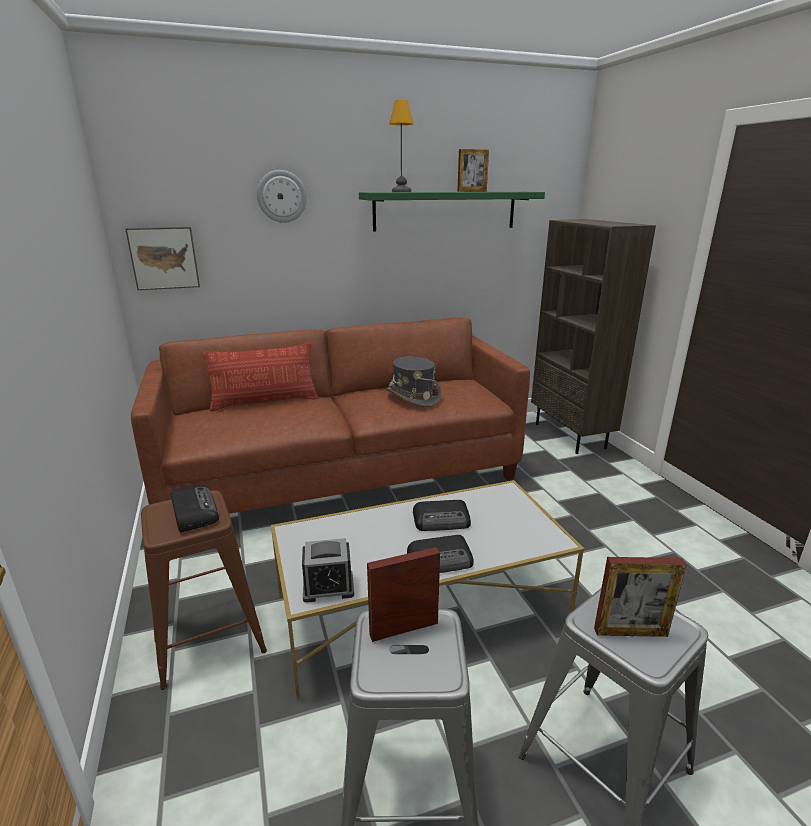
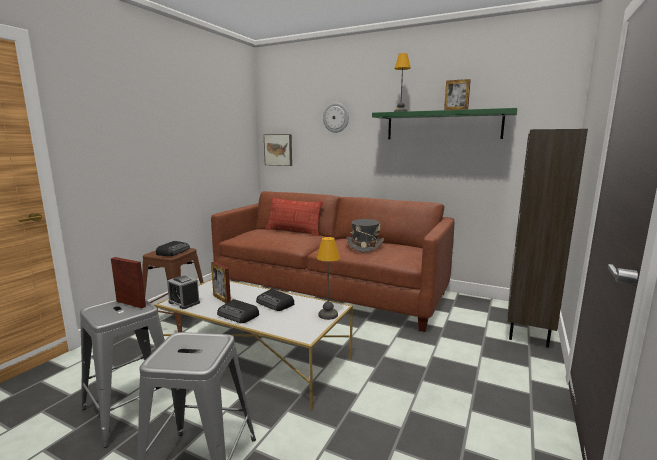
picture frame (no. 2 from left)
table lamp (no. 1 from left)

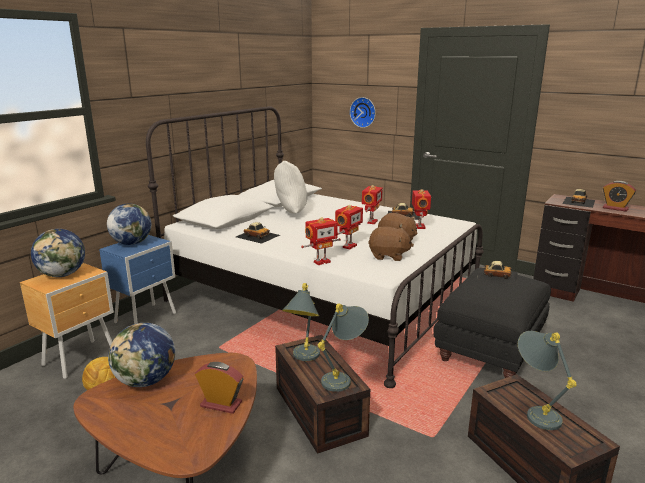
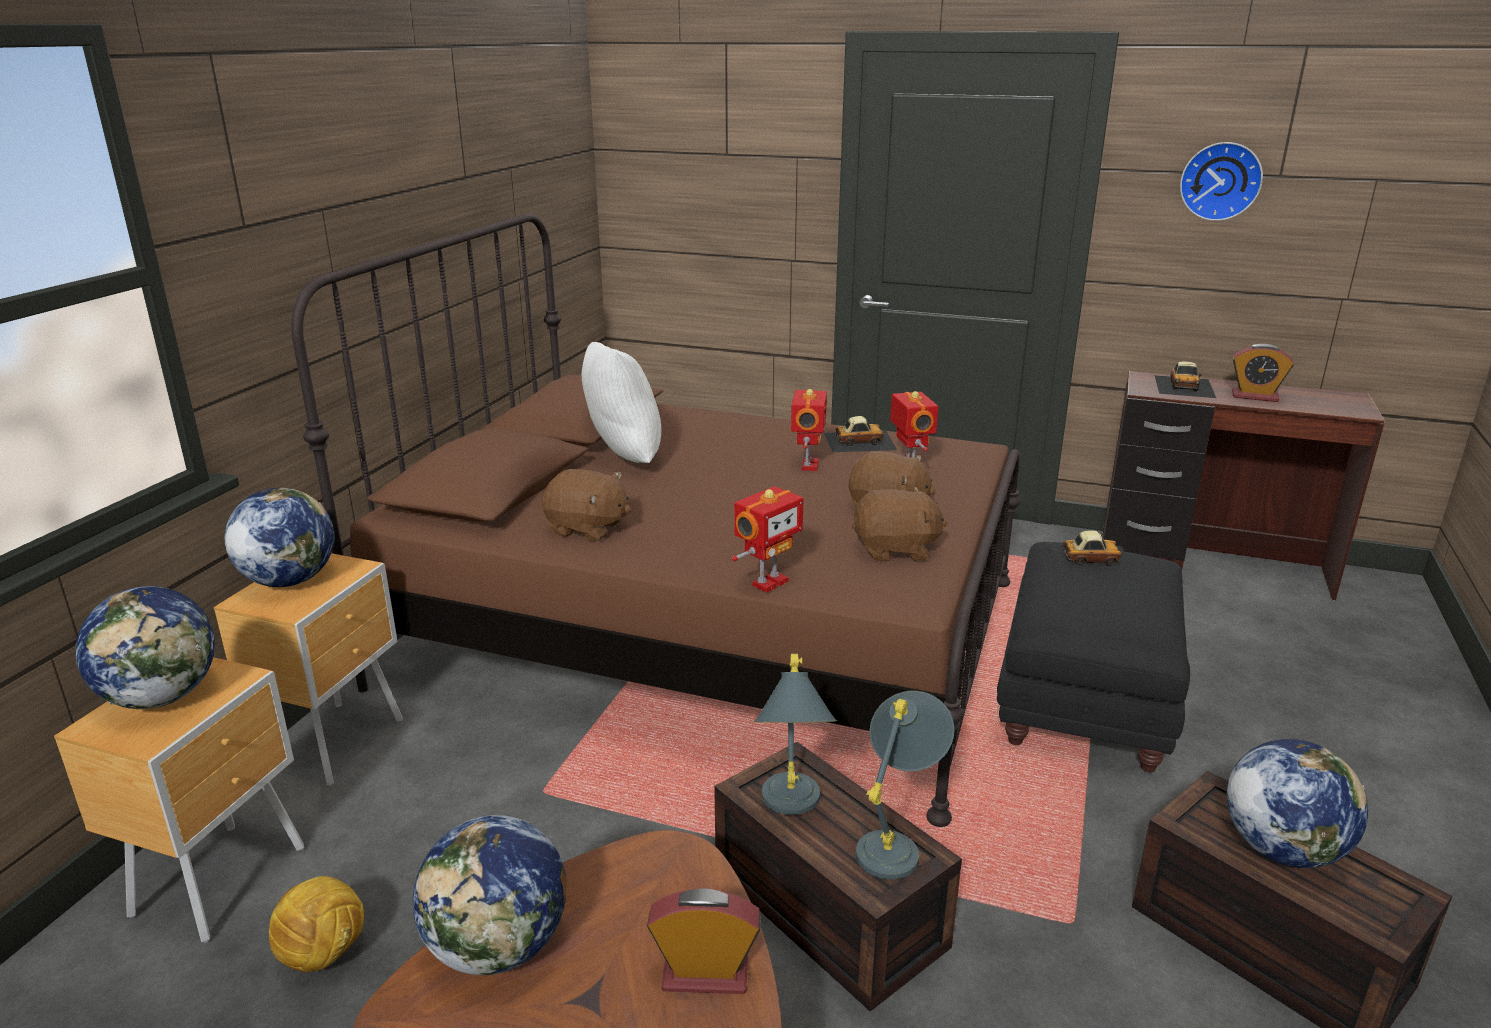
wall clock
brown bed
toy robot (no. 2 from left in the first image)
brown plush toy (no. 1 from left)
brown nightstand (no. 2 from left)
globe (no. 4 from left)

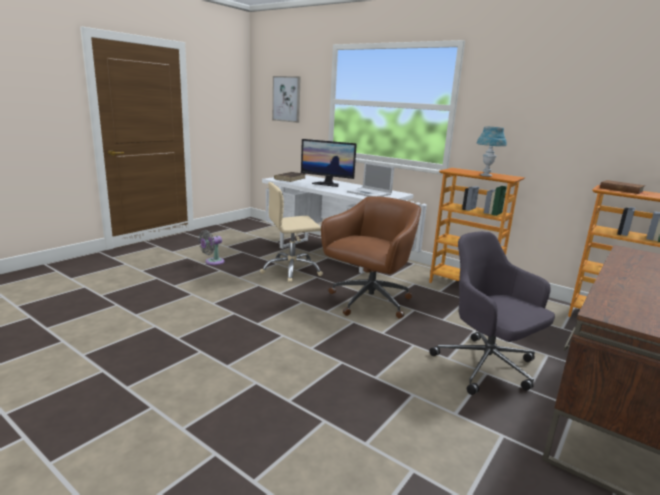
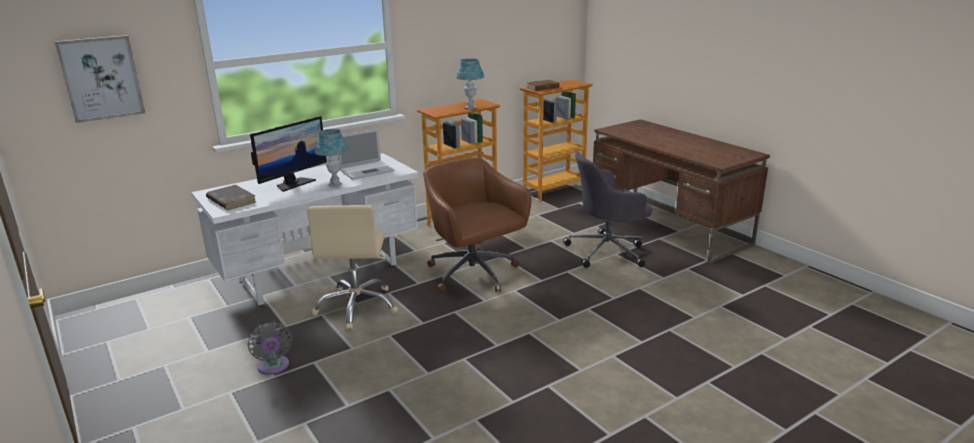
blue table lamp (no. 1 from left)

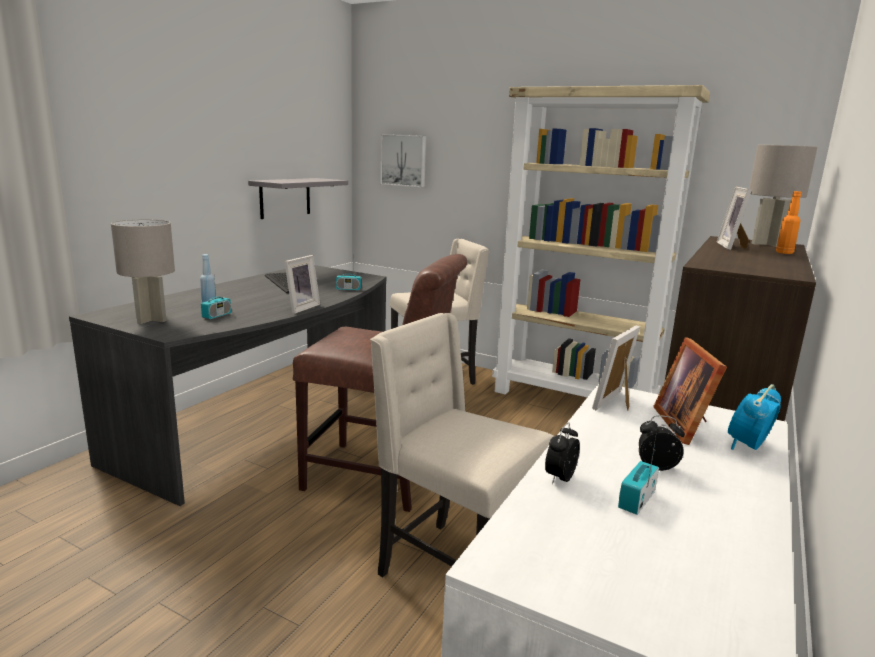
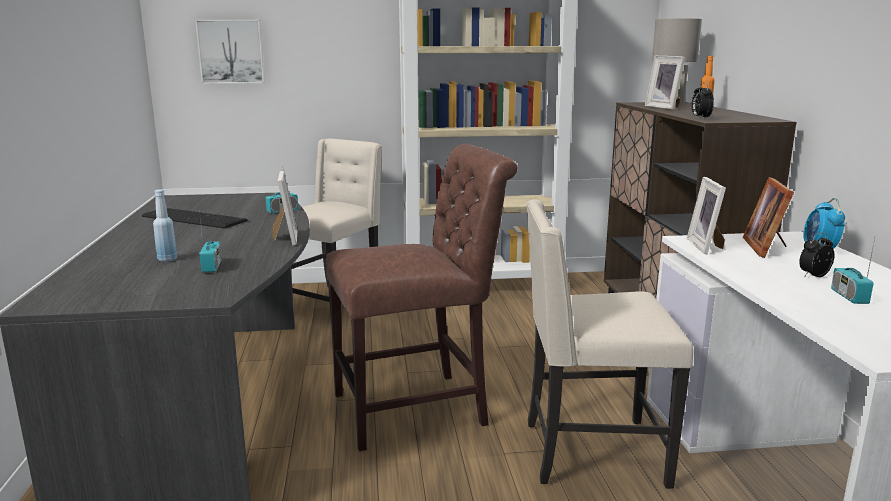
grey shelf
grey table lamp (no. 1 from left in the first image)
picture frame (no. 4 from left)
alarm clock (no. 1 from left)

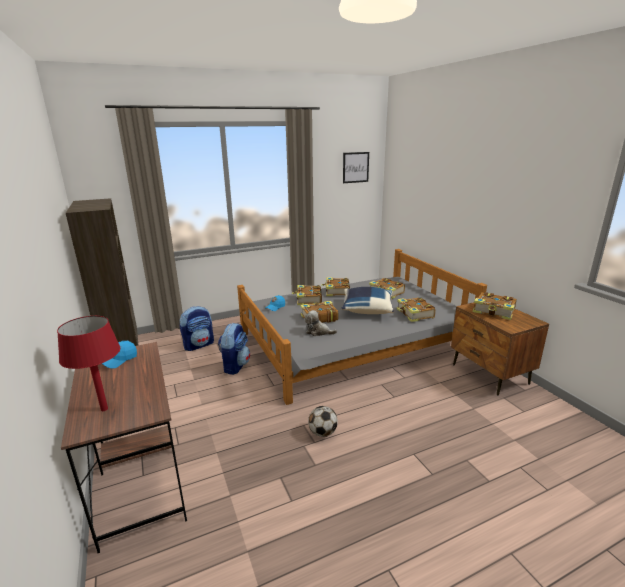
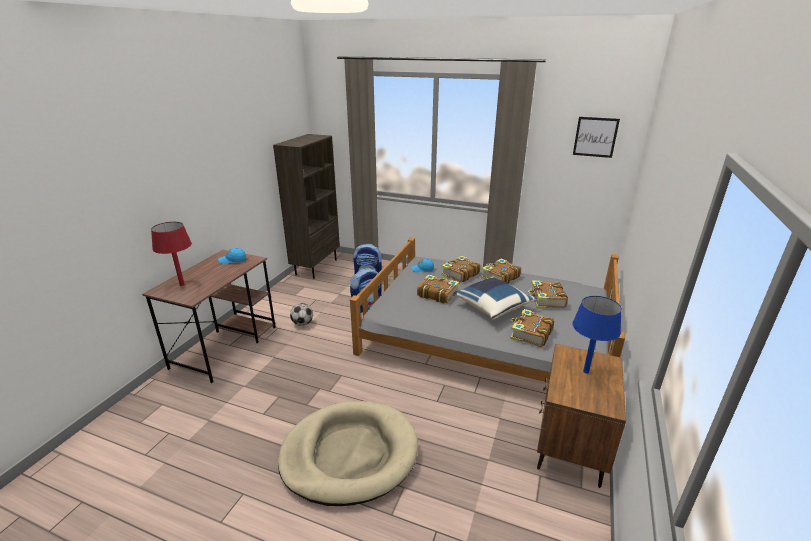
blue table lamp
plush toy
football
beige dog bed

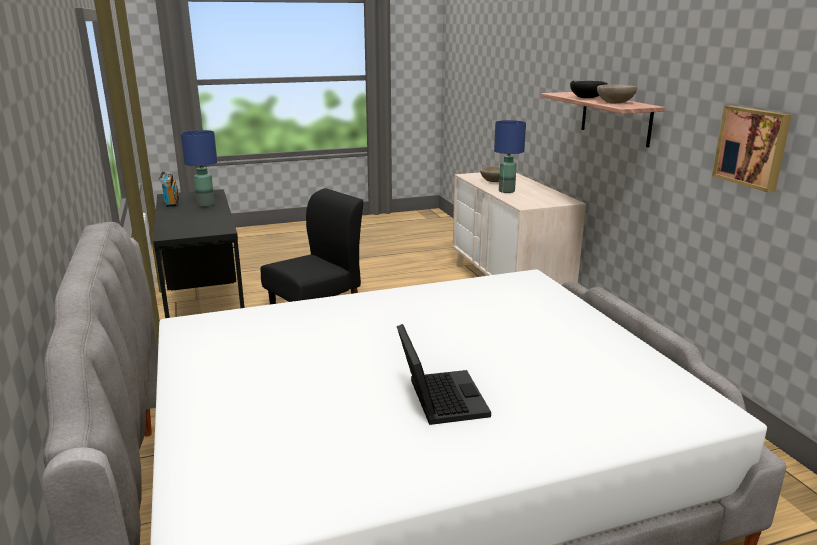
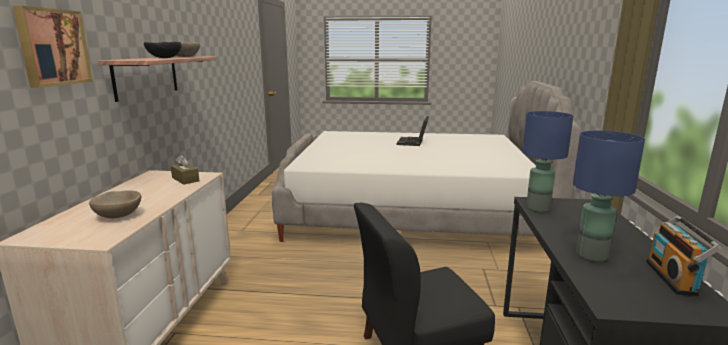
picture
blue table lamp (no. 1 from left)
brown tissue box

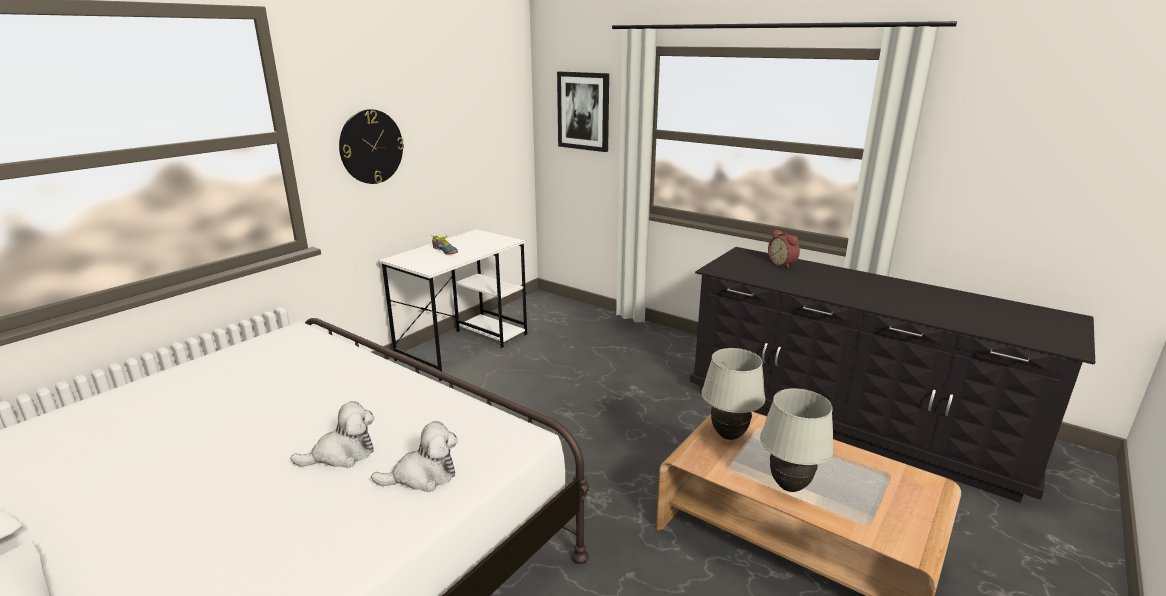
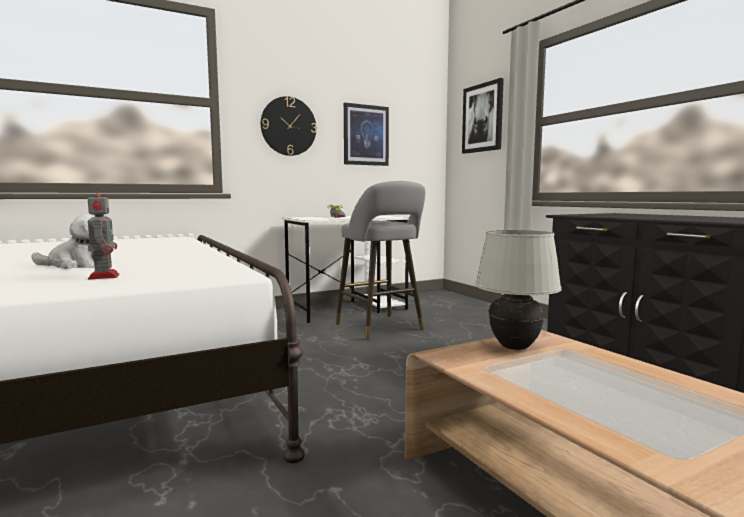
alarm clock
white table lamp (no. 2 from left in the first image)
toy robot
picture (no. 1 from left)
grey stool

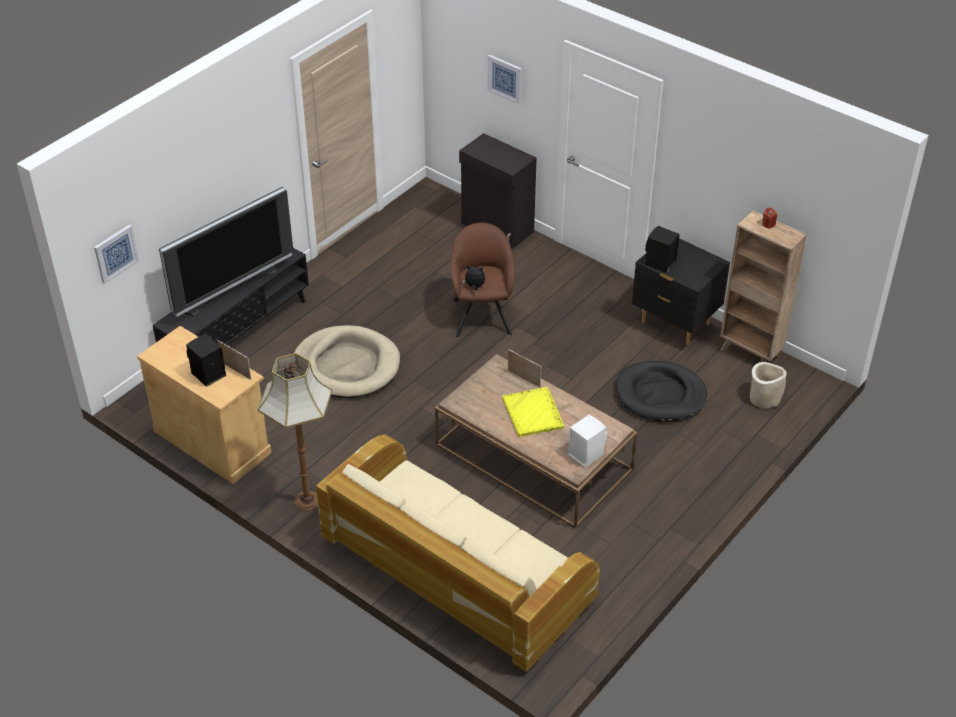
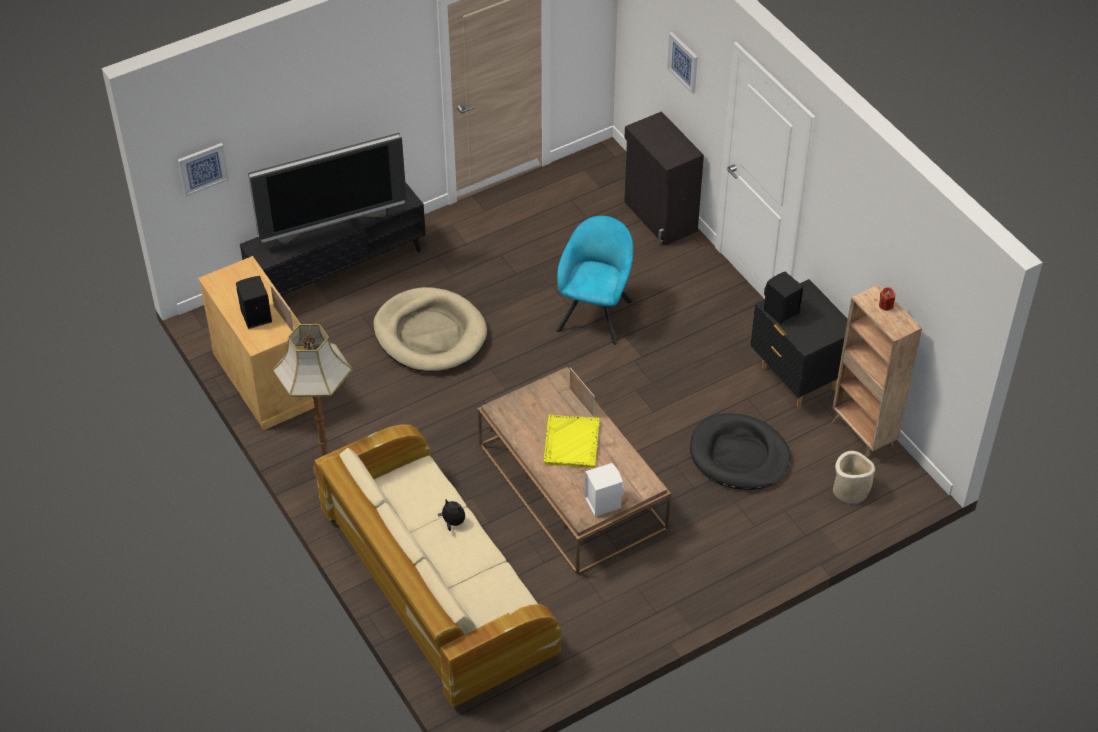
turquoise armchair
plush toy

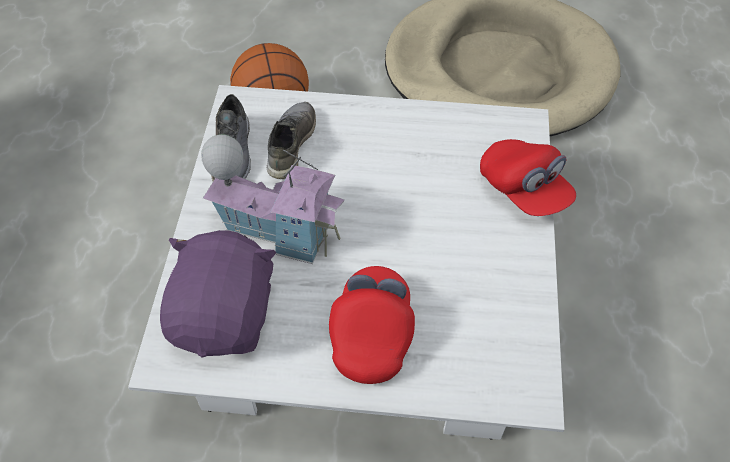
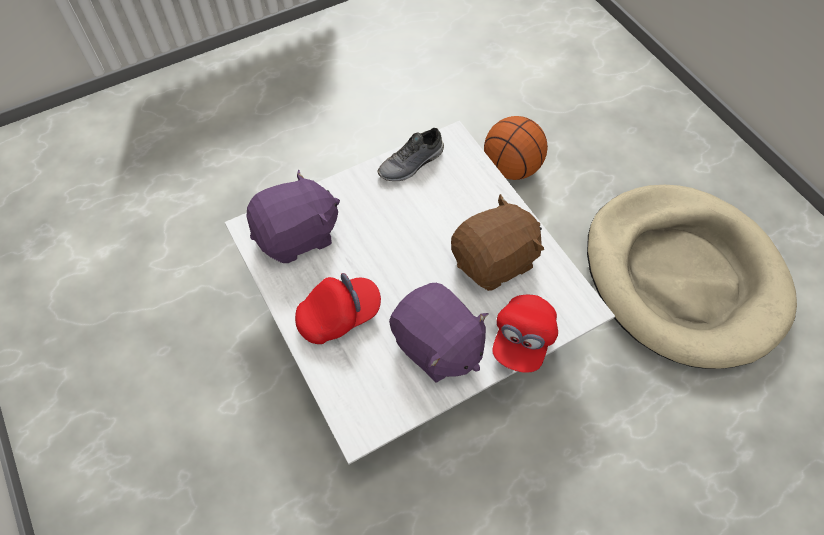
grey shoe (no. 2 from left in the first image)
toy house
brown plush toy
purple plush toy (no. 2 from left)

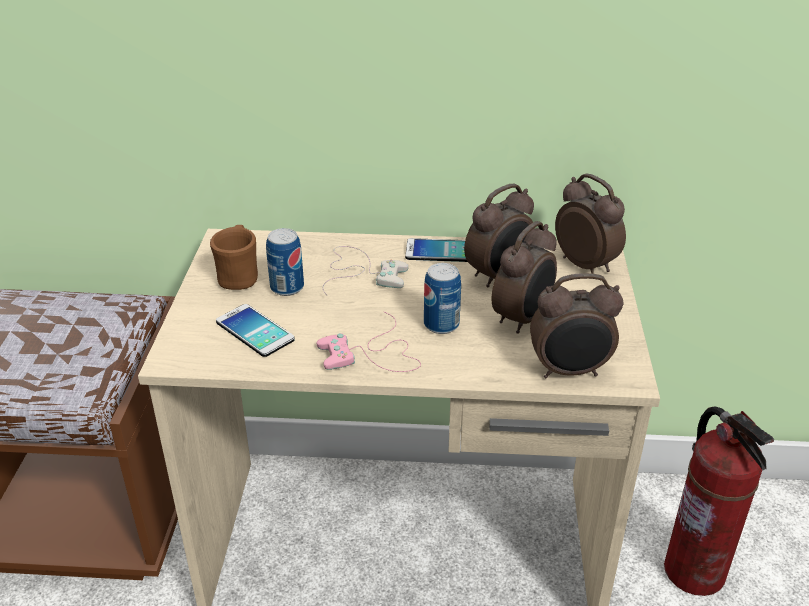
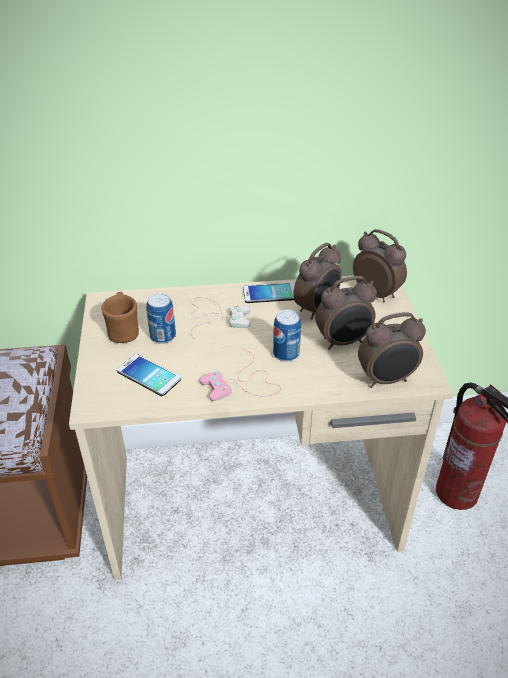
alarm clock (no. 2 from left)

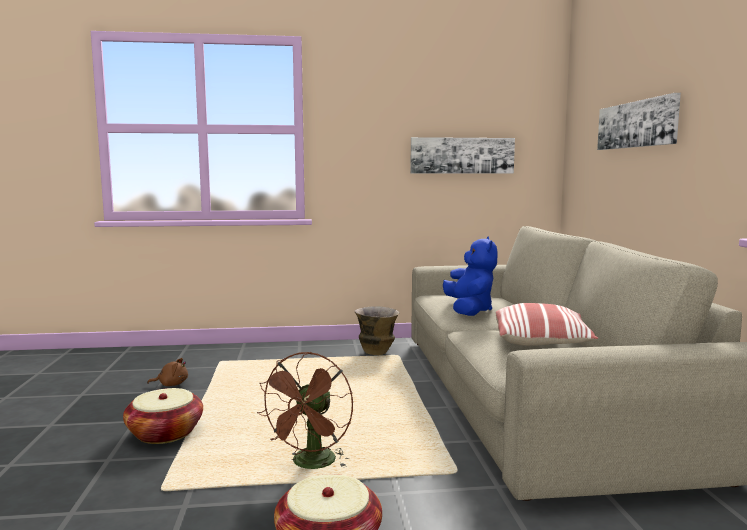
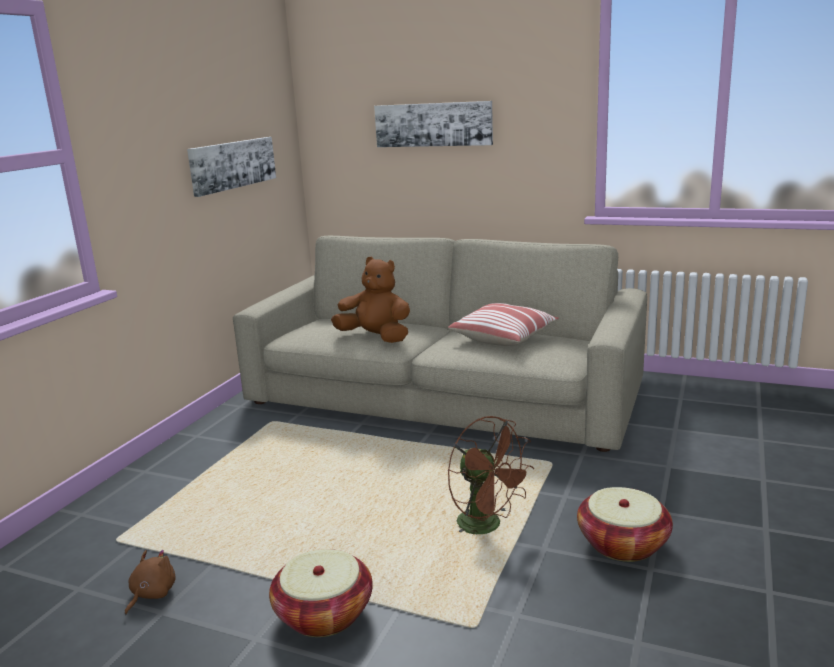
brown plush toy (no. 2 from left)
vase

